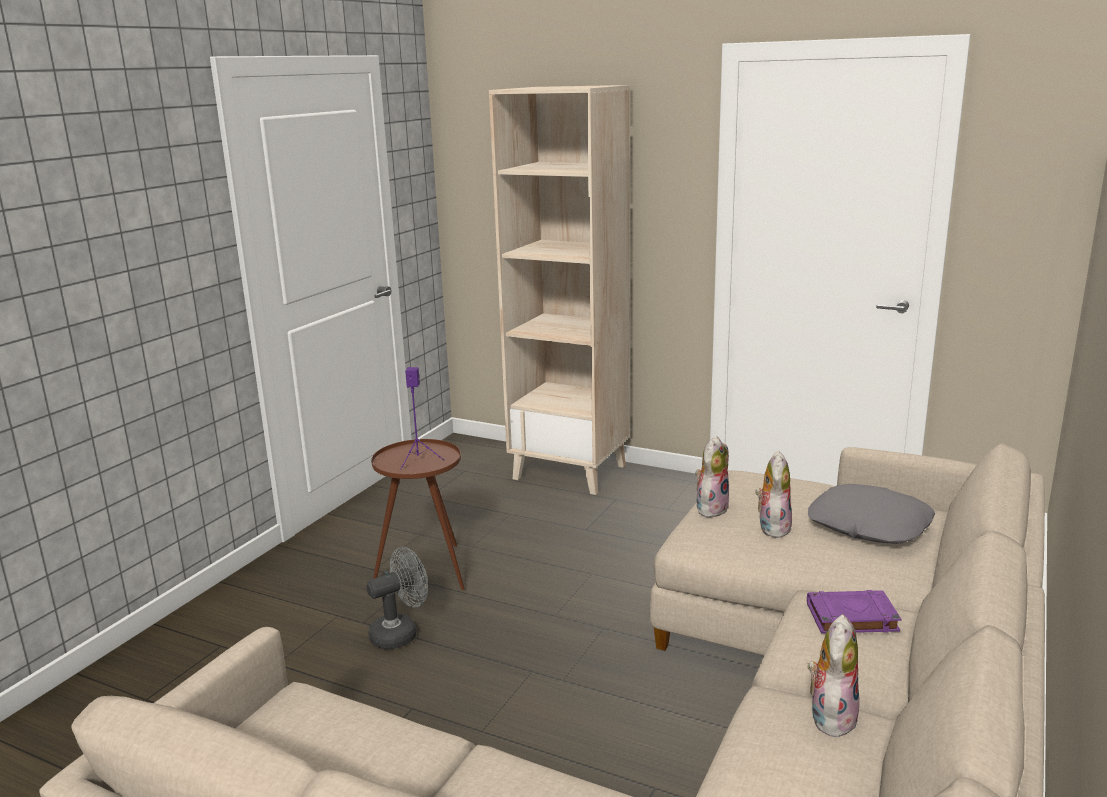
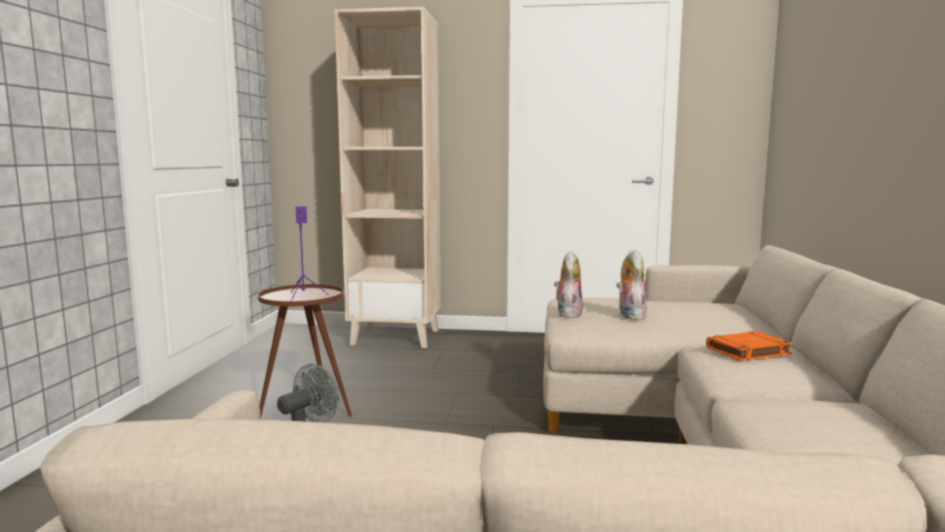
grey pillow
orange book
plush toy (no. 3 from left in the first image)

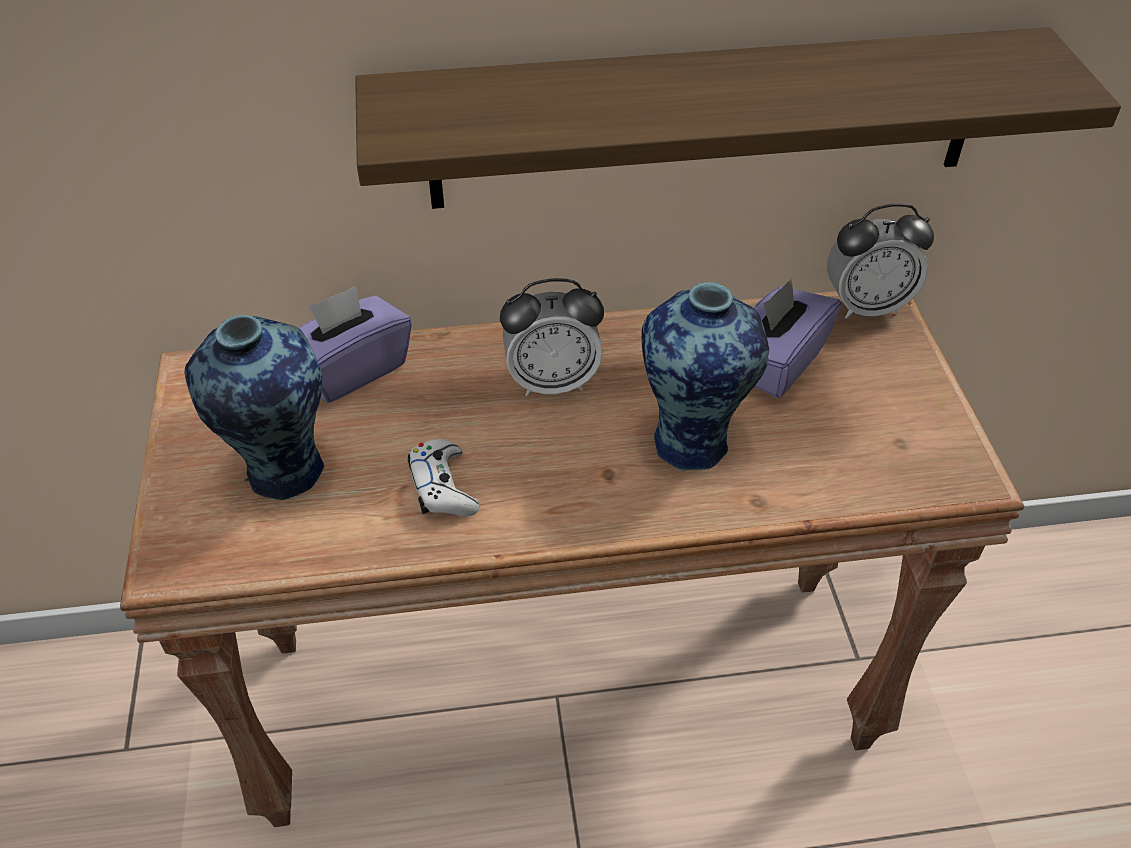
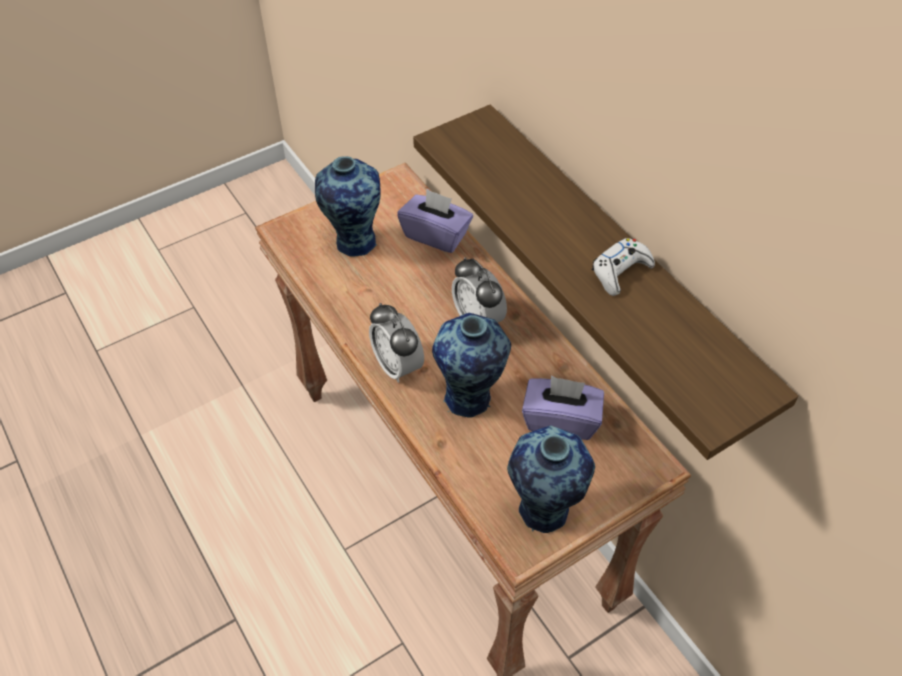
alarm clock (no. 1 from left)
white game controller
vase (no. 3 from left)

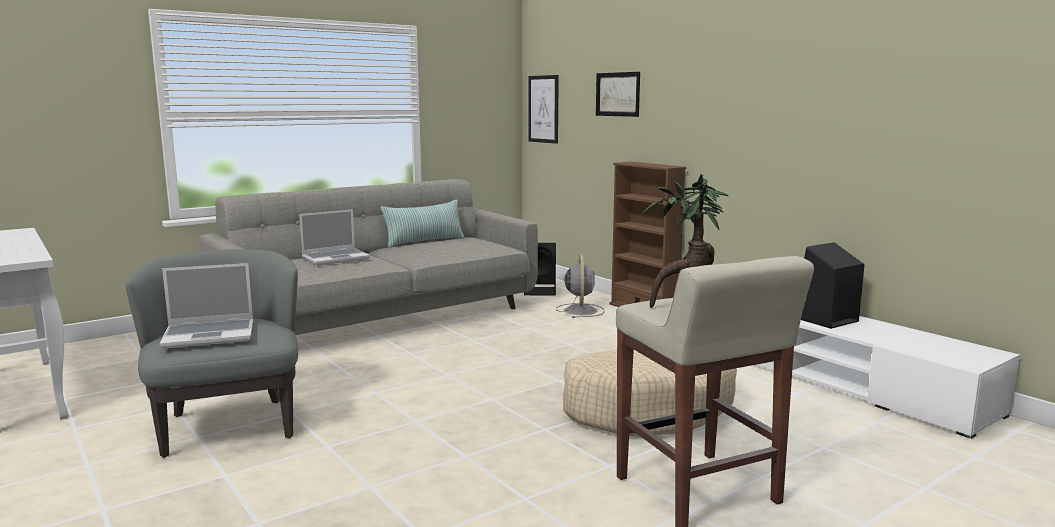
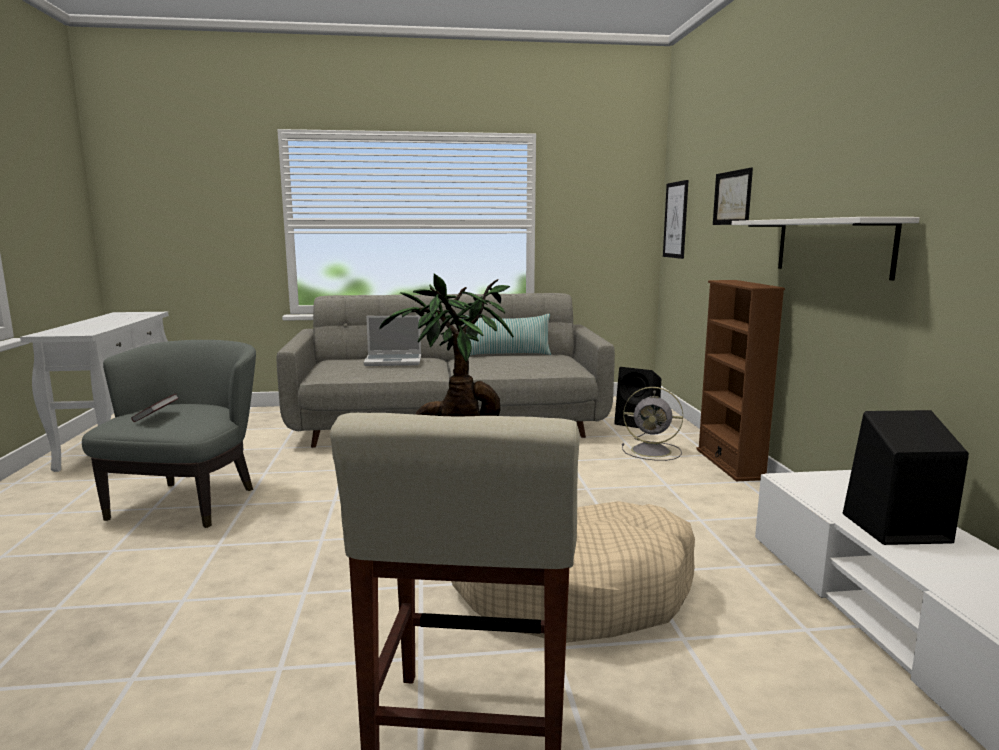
grey fan
book
white shelf

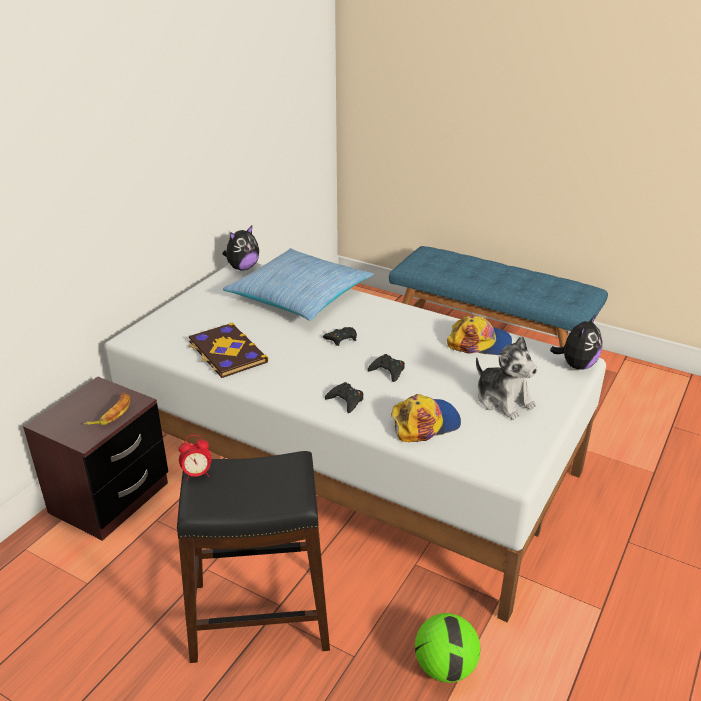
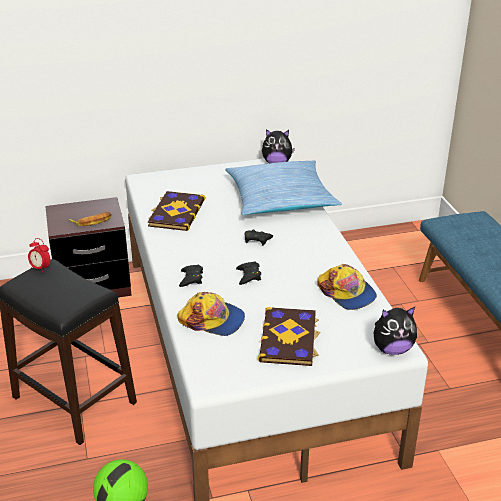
book (no. 2 from left)

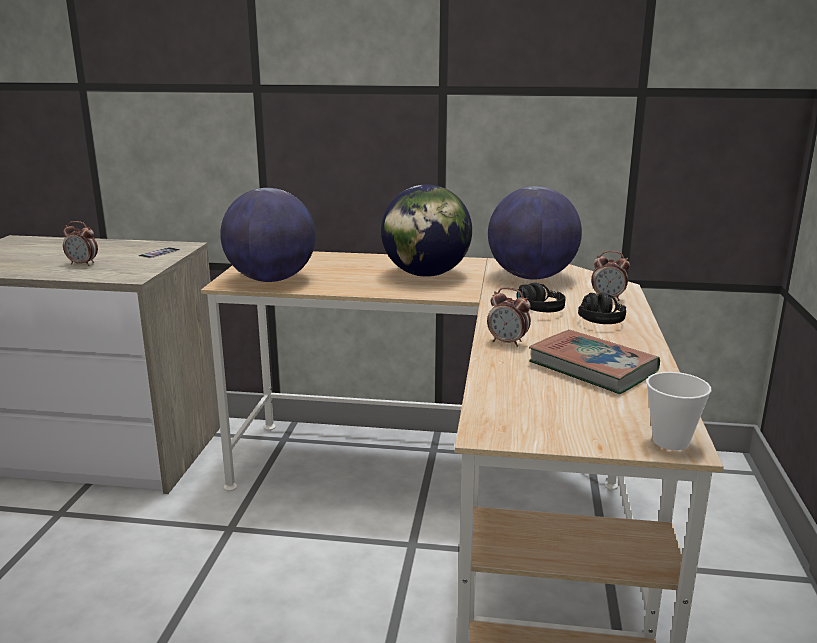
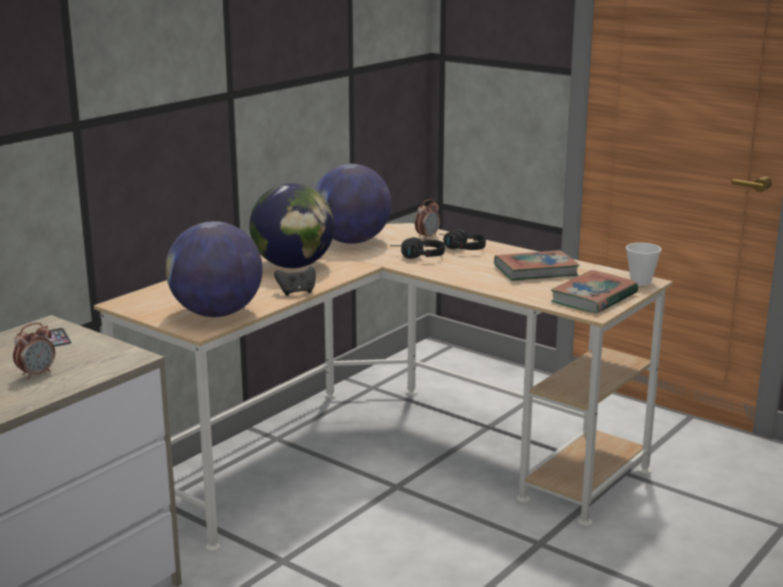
alarm clock (no. 2 from left in the first image)
black game controller
book (no. 2 from left)

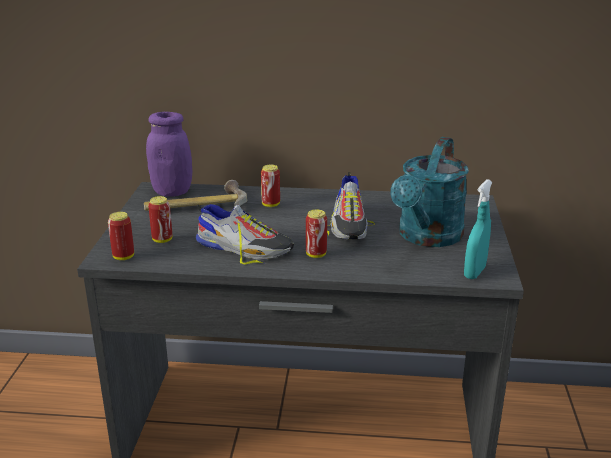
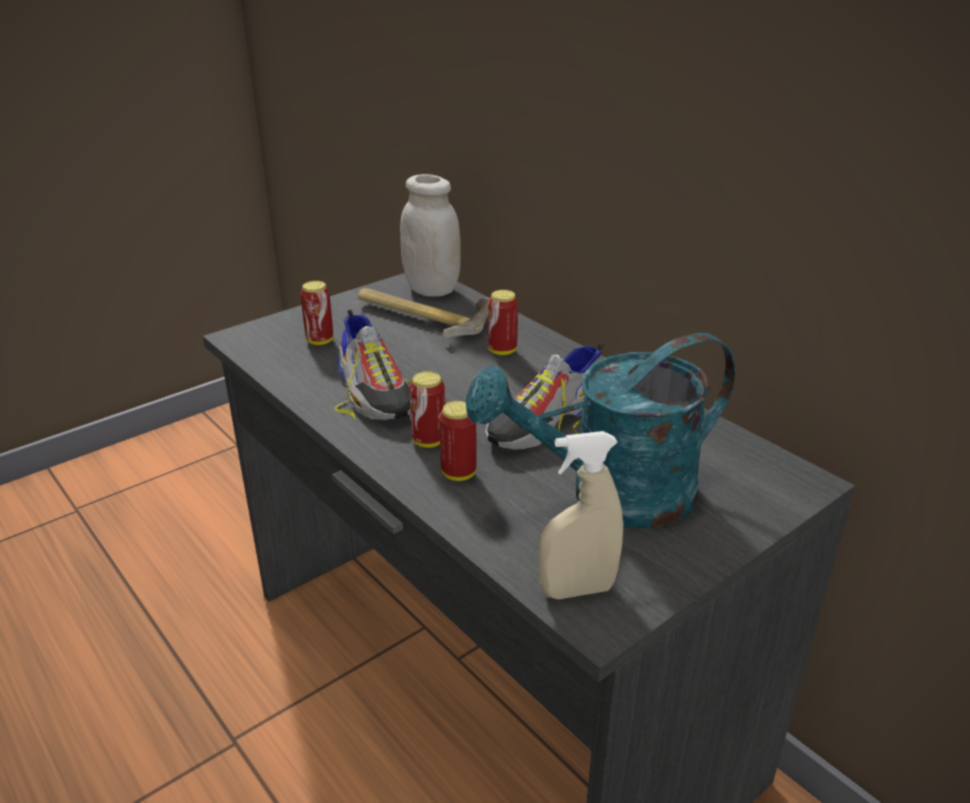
white jar
beige spray bottle
can (no. 3 from left)

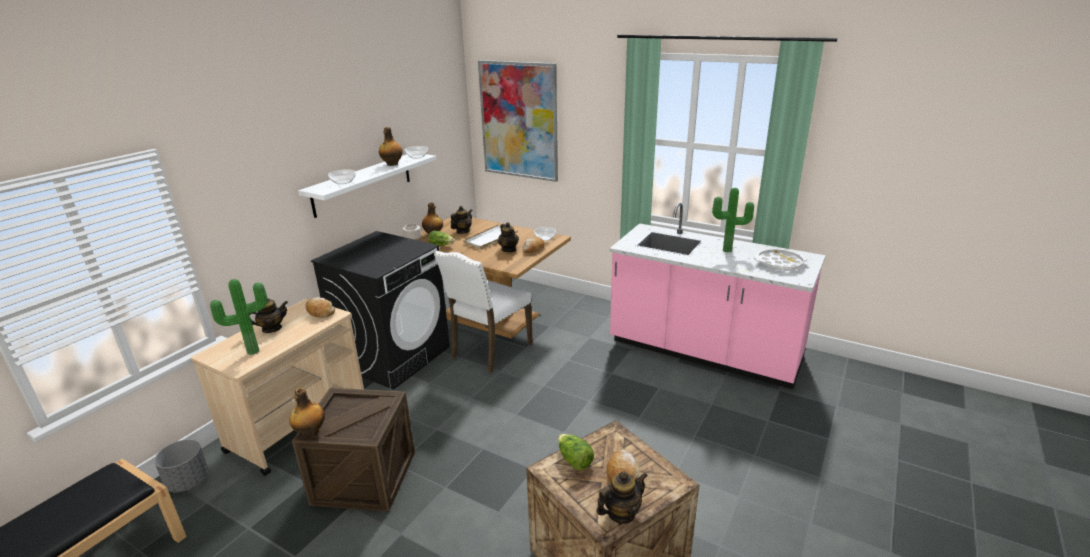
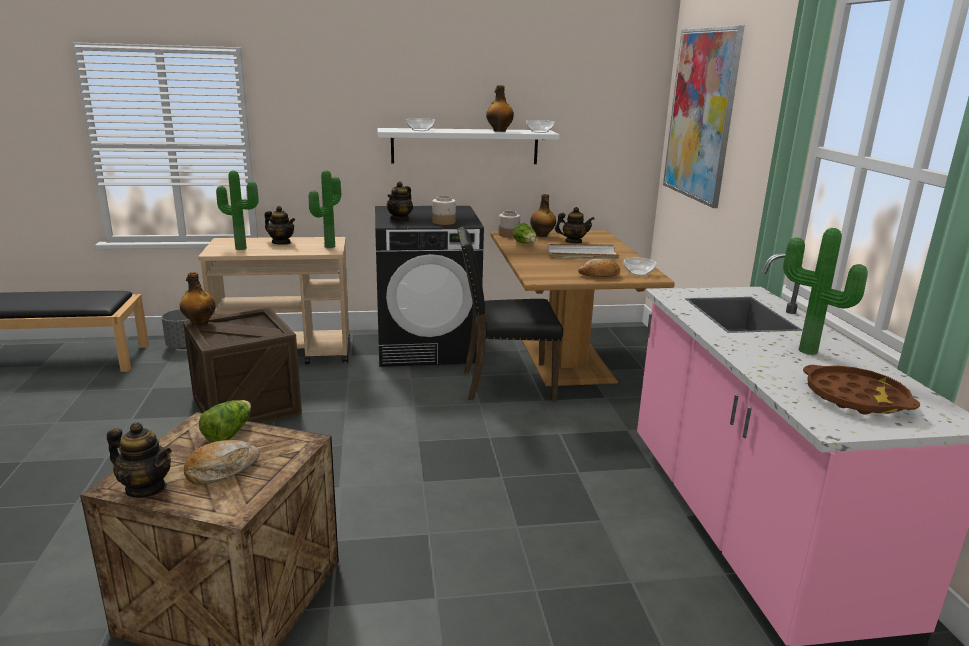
teapot (no. 3 from left)
brown tray
black chair
potted plant (no. 2 from left)
jar (no. 1 from left)

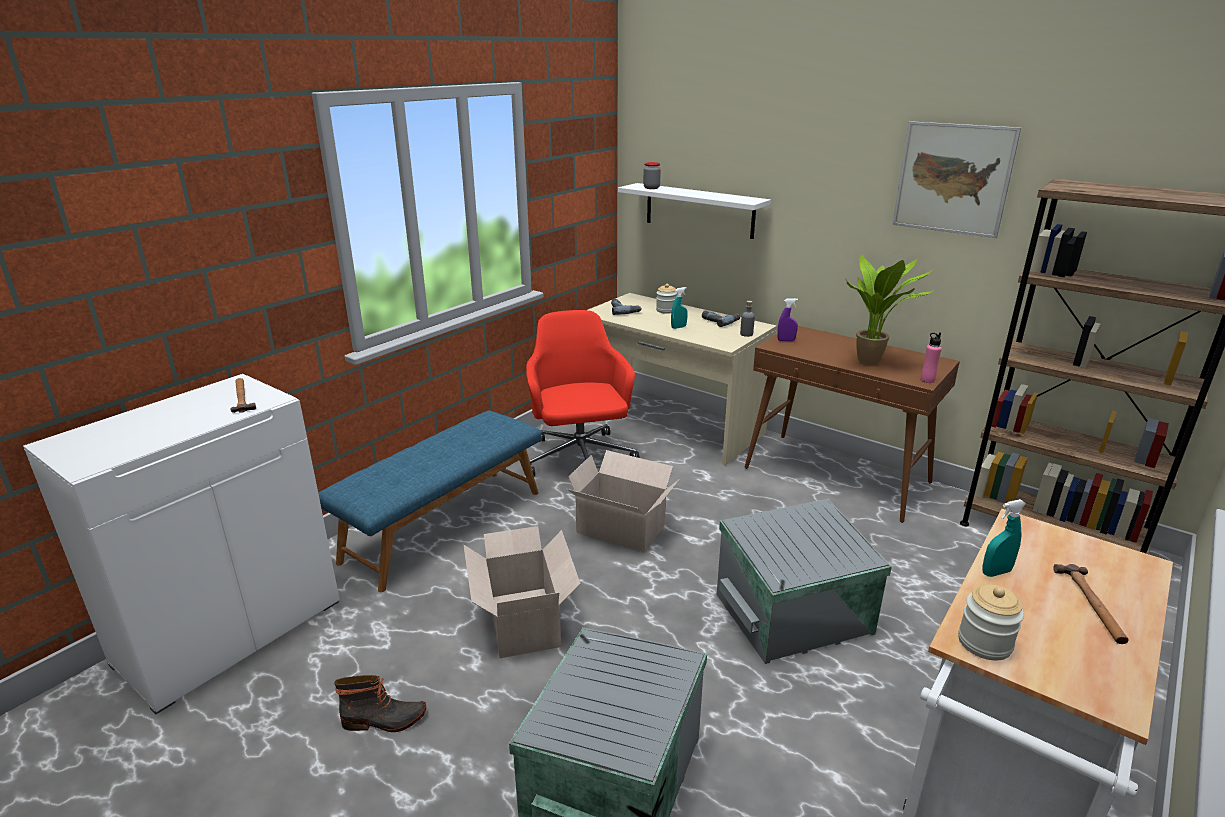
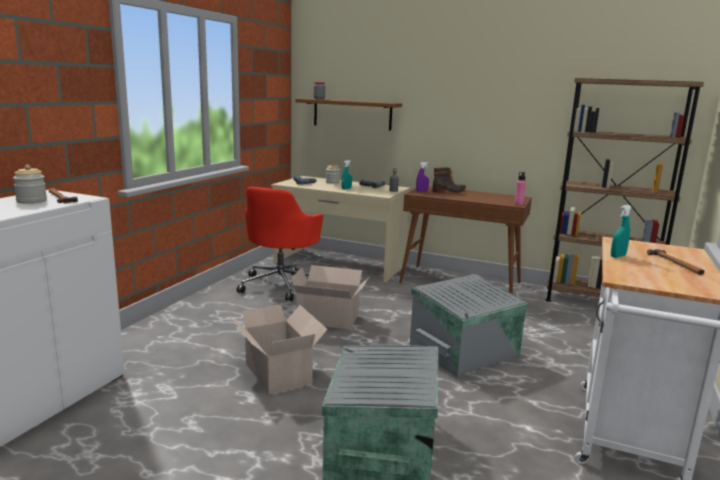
picture
brown shelf
potted plant
red office chair
blue bench
jar (no. 1 from left)
boot

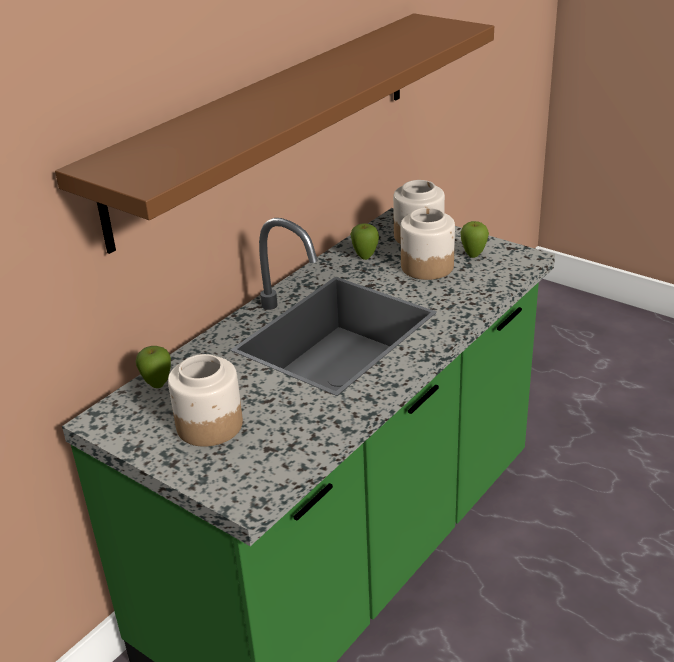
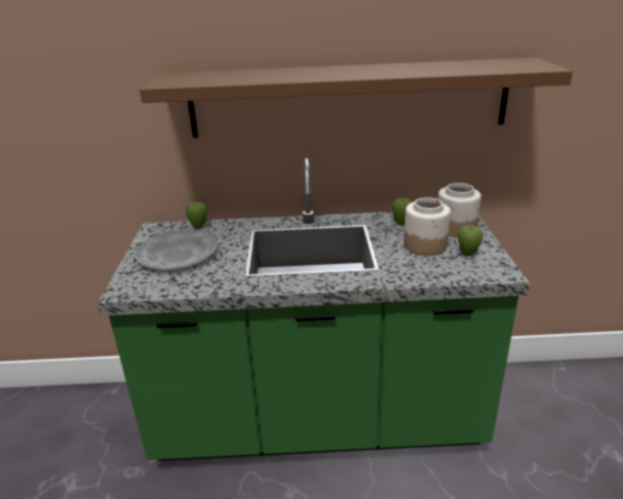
grey plate

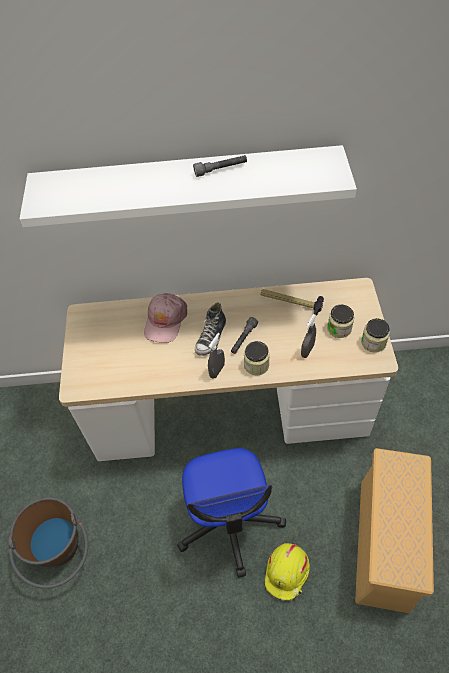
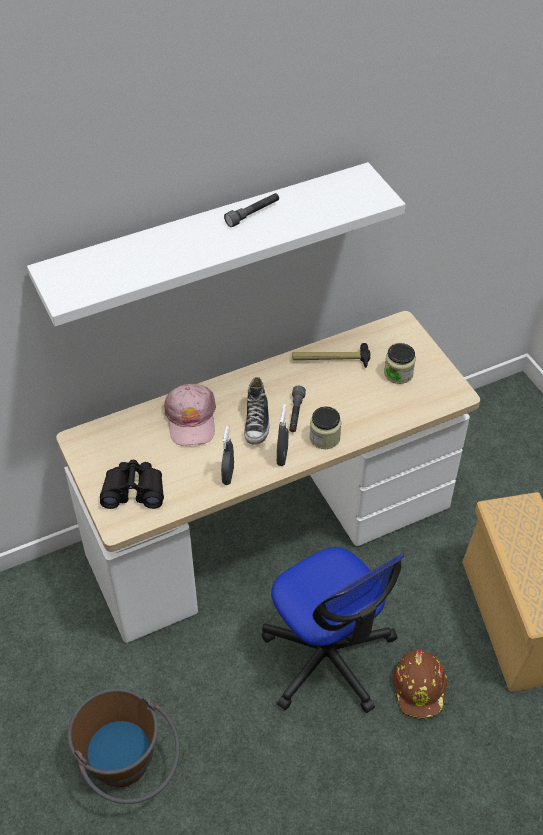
grey spray bottle (no. 1 from left)
jar (no. 3 from left in the first image)
brown hard hat
black binoculars

